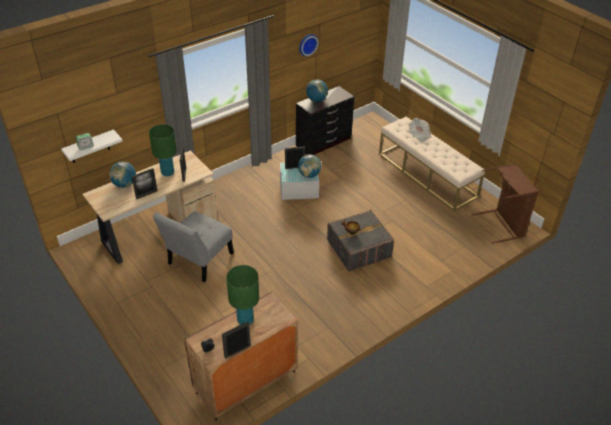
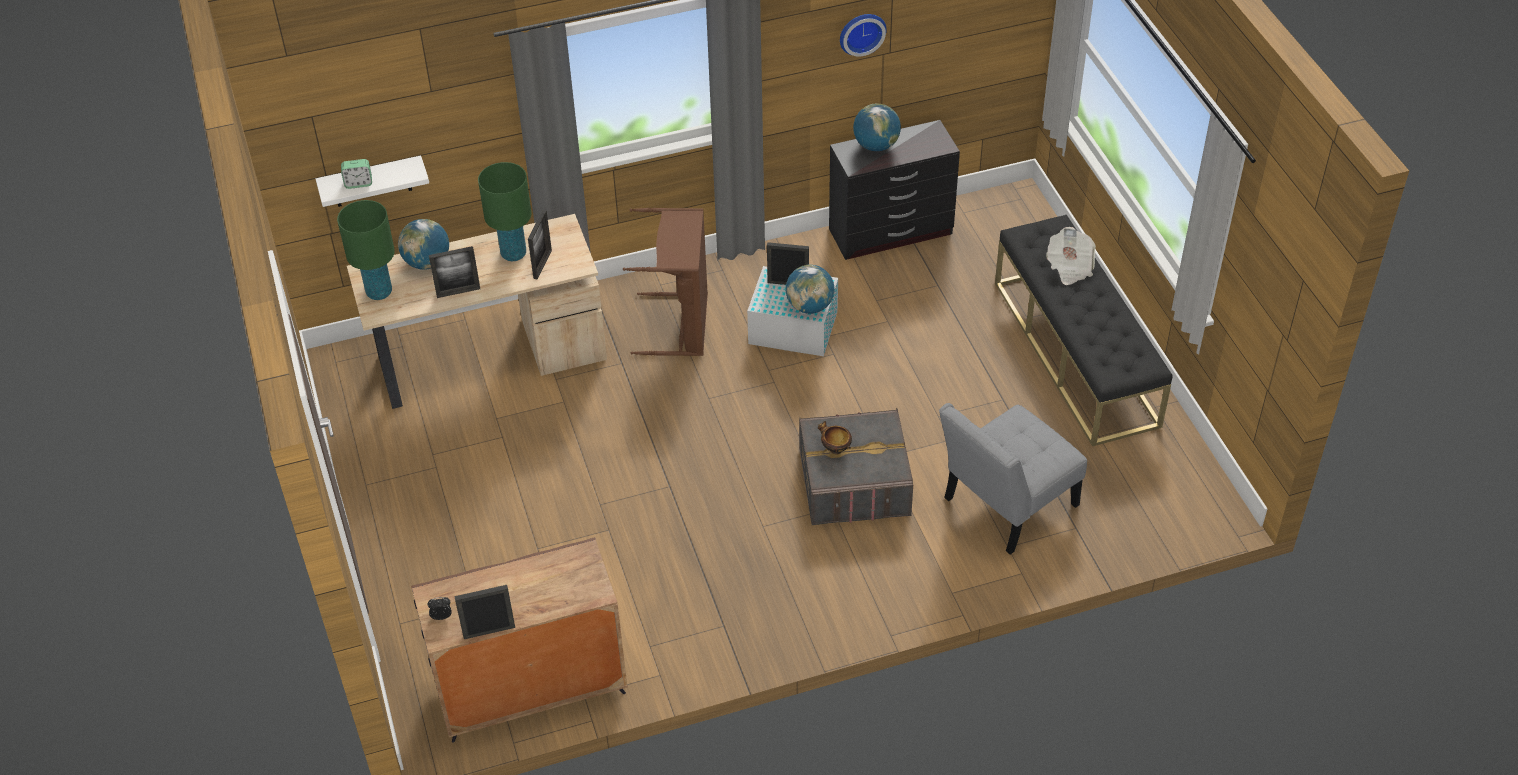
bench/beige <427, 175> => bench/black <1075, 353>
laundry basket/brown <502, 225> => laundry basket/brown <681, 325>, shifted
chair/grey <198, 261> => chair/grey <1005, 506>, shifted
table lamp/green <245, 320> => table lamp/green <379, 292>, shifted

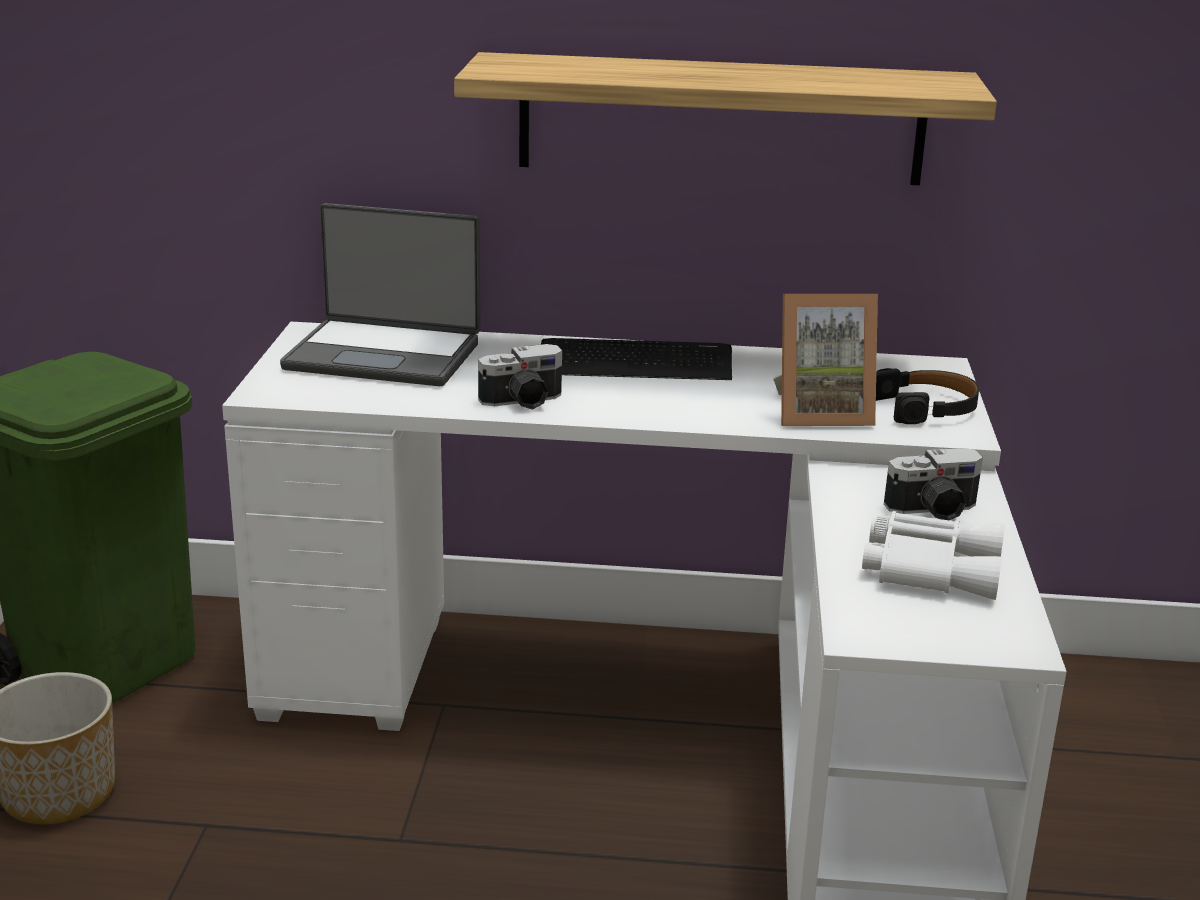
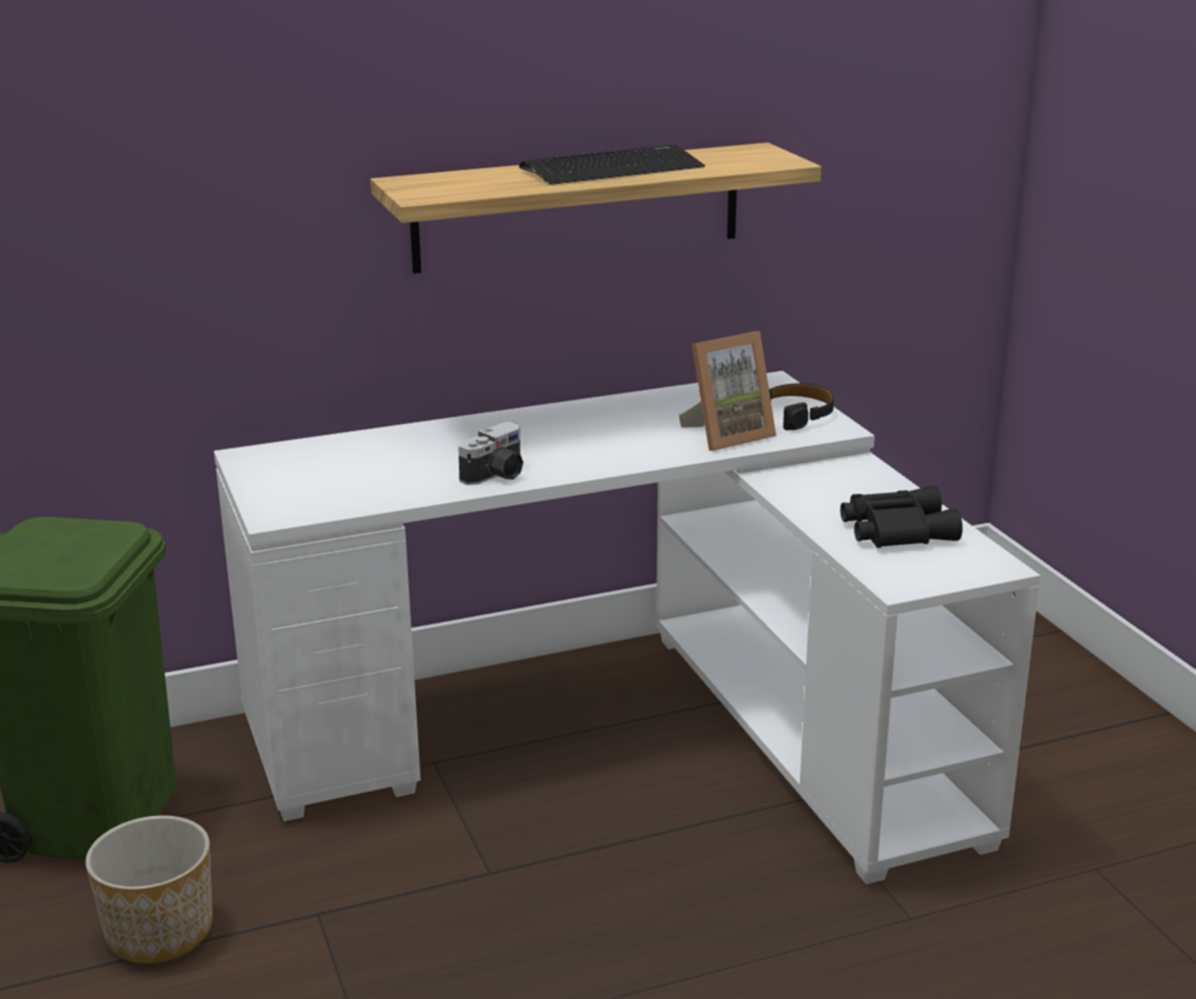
laptop <384, 355> => nothing
keyboard <636, 363> => keyboard <613, 169>, shifted
photo camera <934, 511> => nothing
binoculars/white <929, 567> => binoculars/black <895, 529>

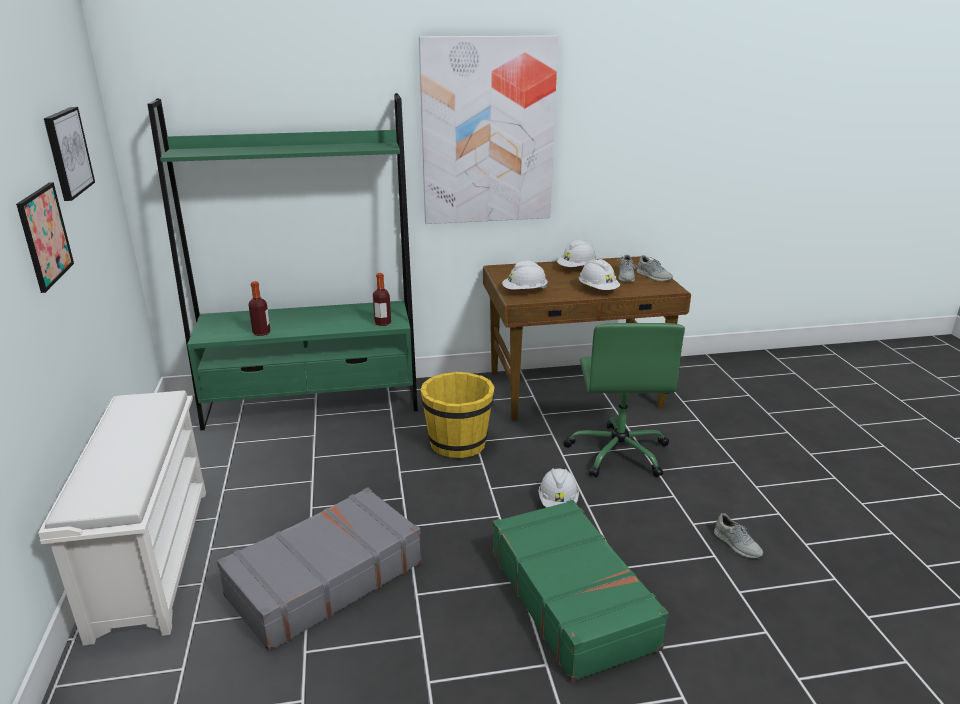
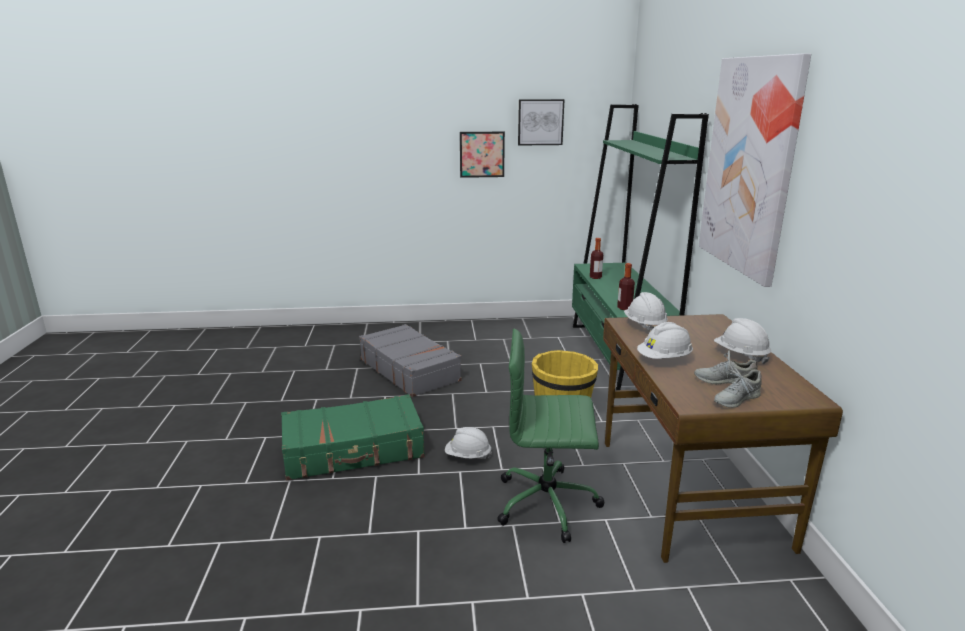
shoe rack/white <151, 557> => nothing
shoe/grey <737, 545> => nothing

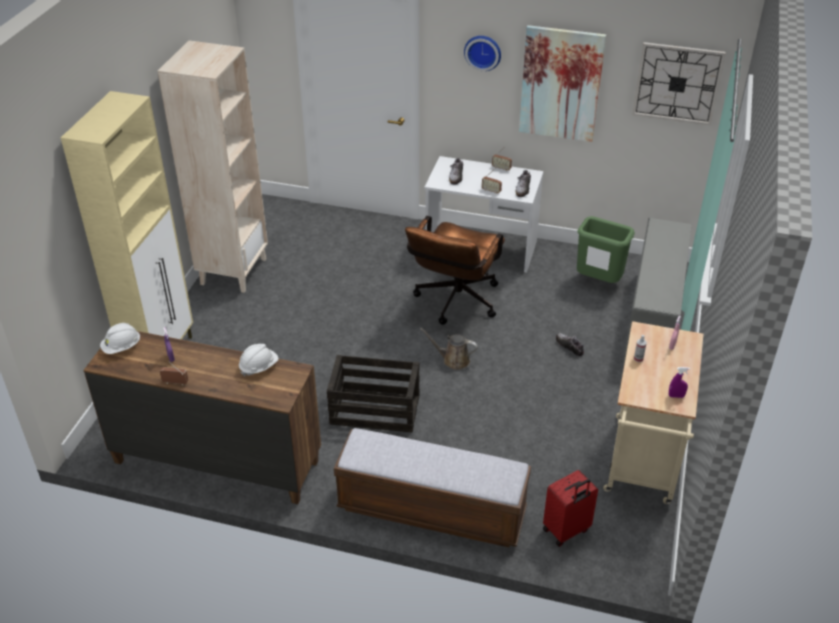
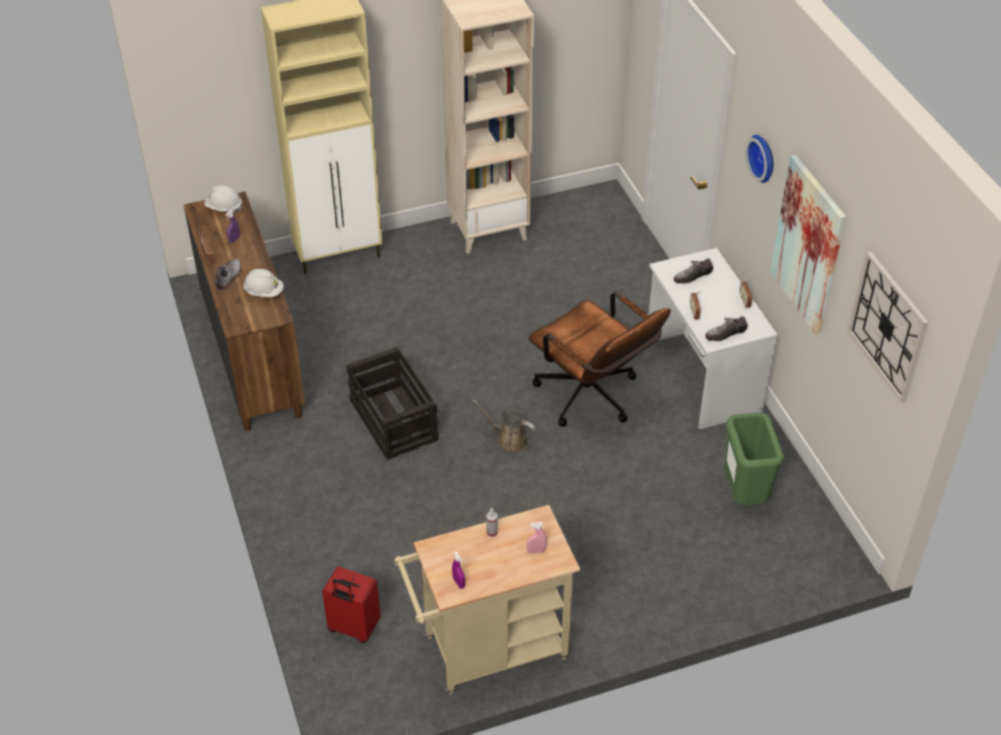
office chair/brown <454, 303> => office chair/brown <593, 399>, 120 degrees counterclockwise
shoe rack/grey <653, 319> => nothing
watering can/brown <453, 360> => watering can/brown <509, 439>, 45 degrees counterclockwise
shoe <569, 346> => shoe <229, 277>, shifted
bench <431, 510> => nothing

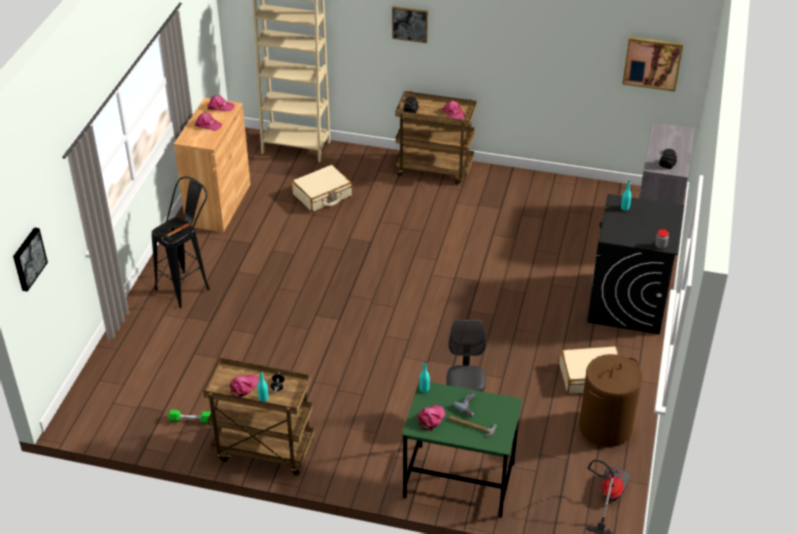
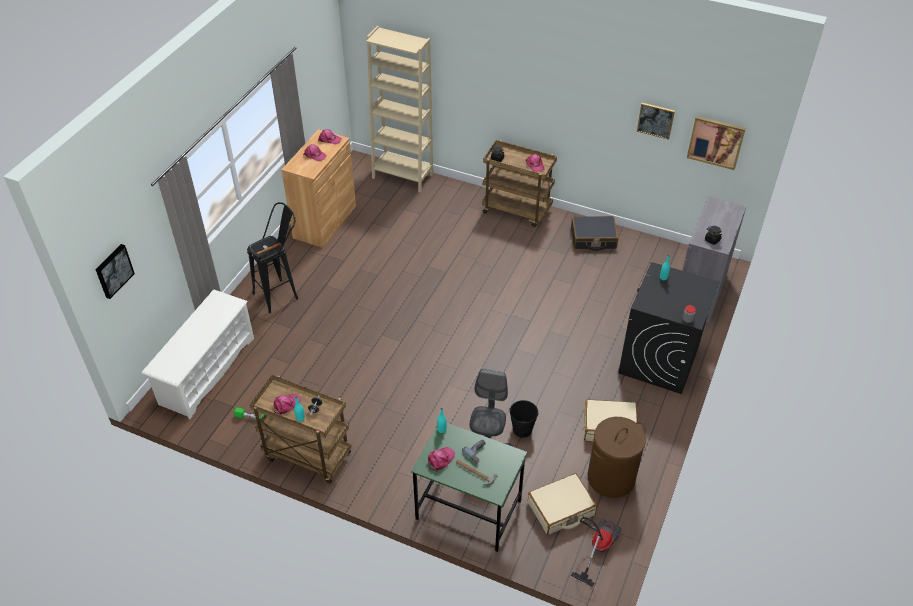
picture <410, 24> => picture <655, 120>, shifted
suitcase/beige <322, 195> => suitcase/beige <561, 509>, shifted
nothing => suitcase/black <593, 238>
nothing => shoe rack/white <207, 371>
nothing => bucket/black <522, 429>

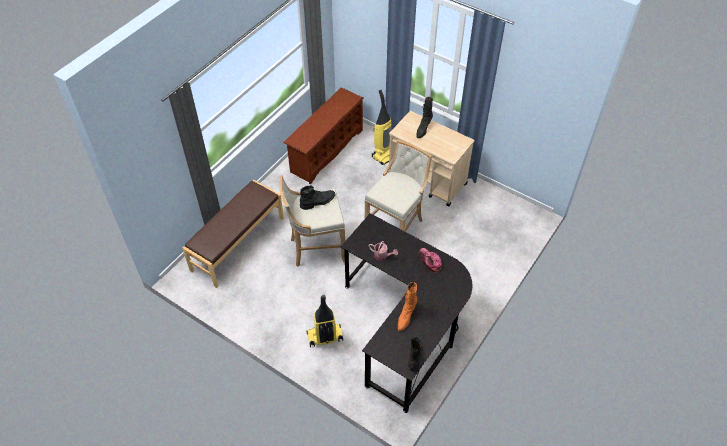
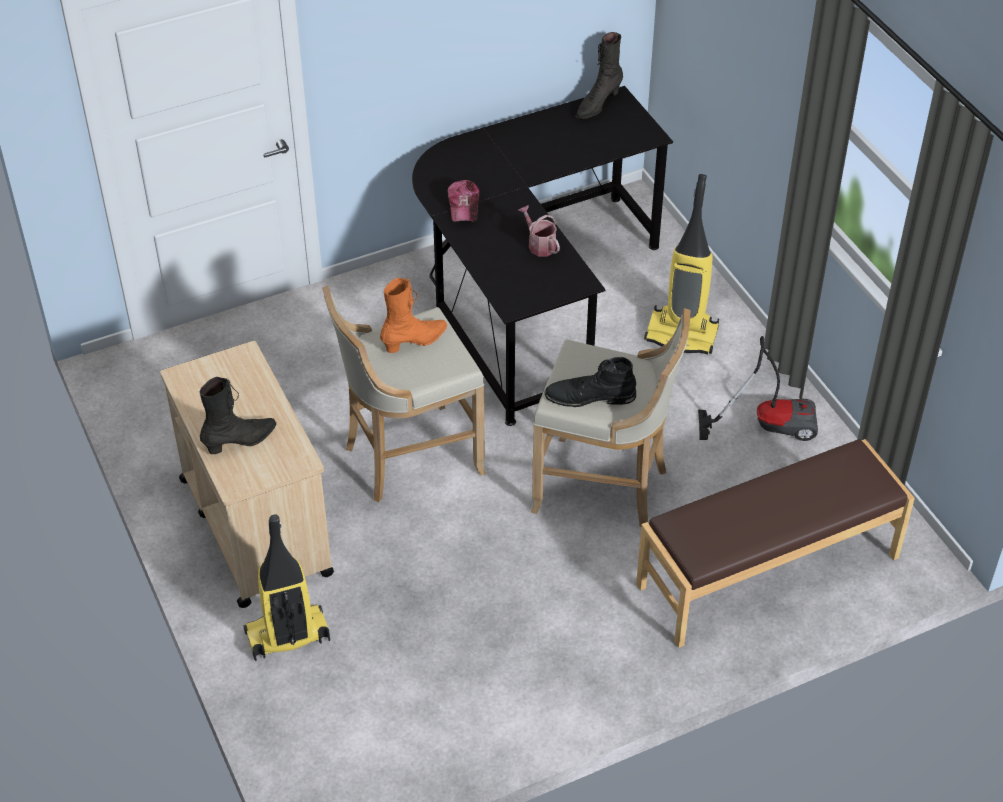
shoe rack/brown <326, 150> => nothing
boot/orange <406, 316> => boot/orange <415, 341>, shifted
nothing => vacuum cleaner <768, 423>

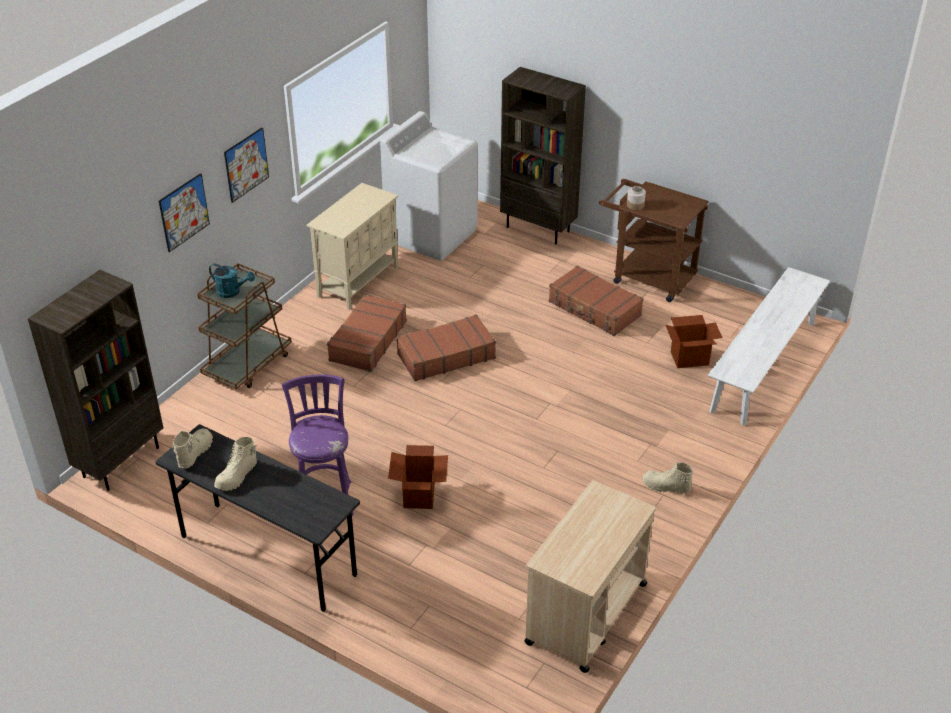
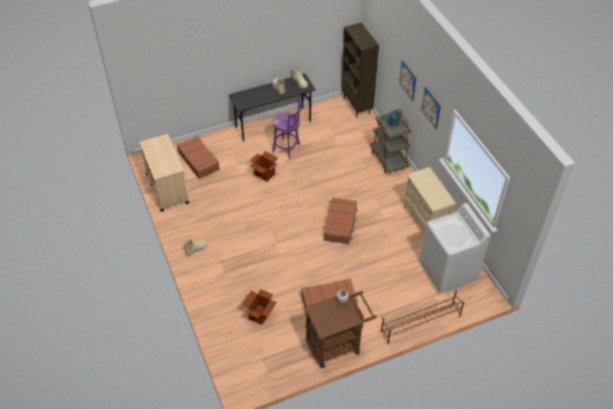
bookcase/brown <539, 229> => shoe rack/brown <420, 323>
bench/white <764, 366> => nothing
suitcase/brown <367, 341> => suitcase/brown <199, 161>, shifted

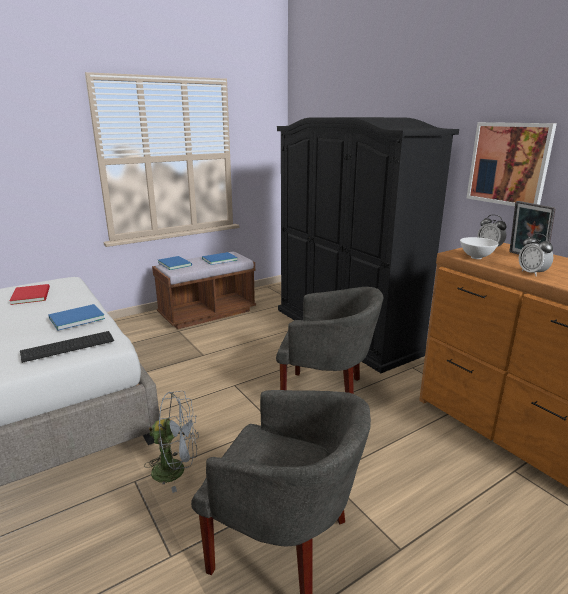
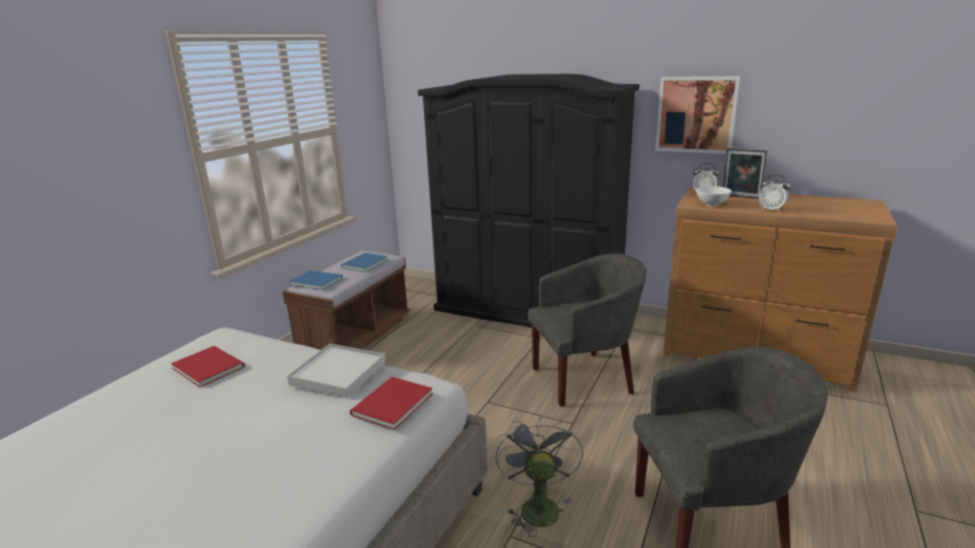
book/blue <75, 318> => tray/white <338, 373>
keyboard <66, 346> => book/red <390, 405>
fan/grey <176, 470> => fan/grey <537, 505>, 60 degrees counterclockwise

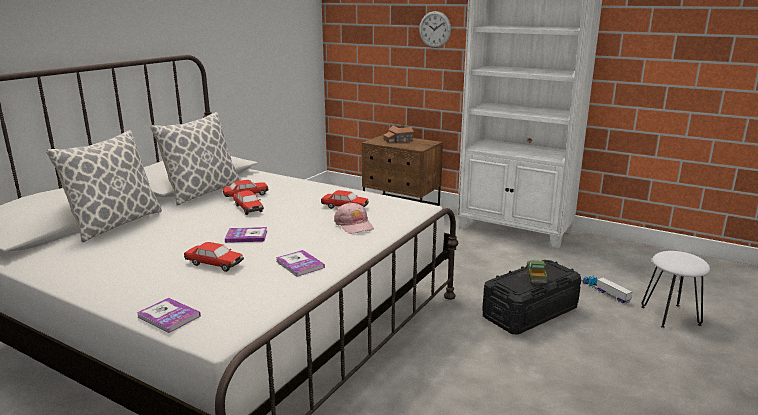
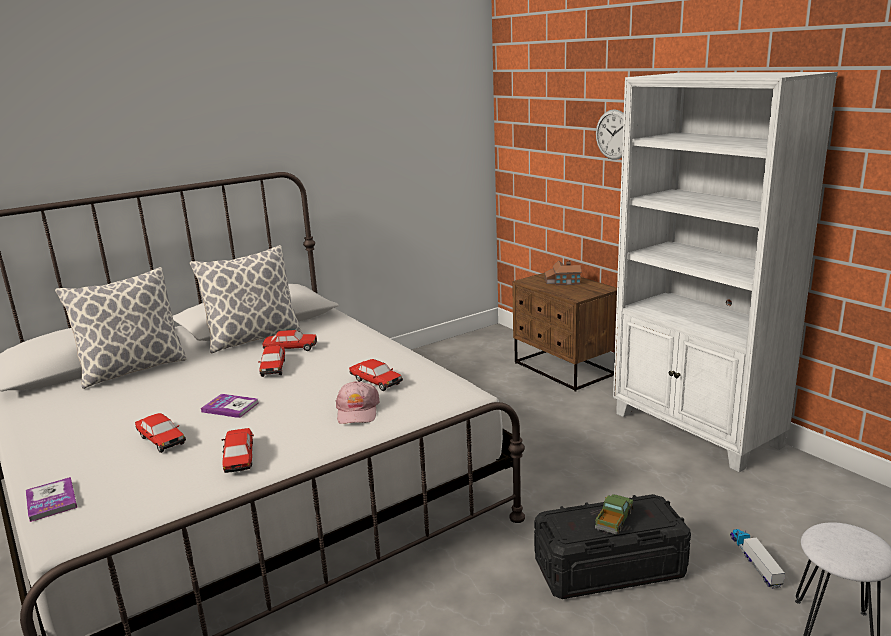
book <300, 264> => toy car <239, 458>

